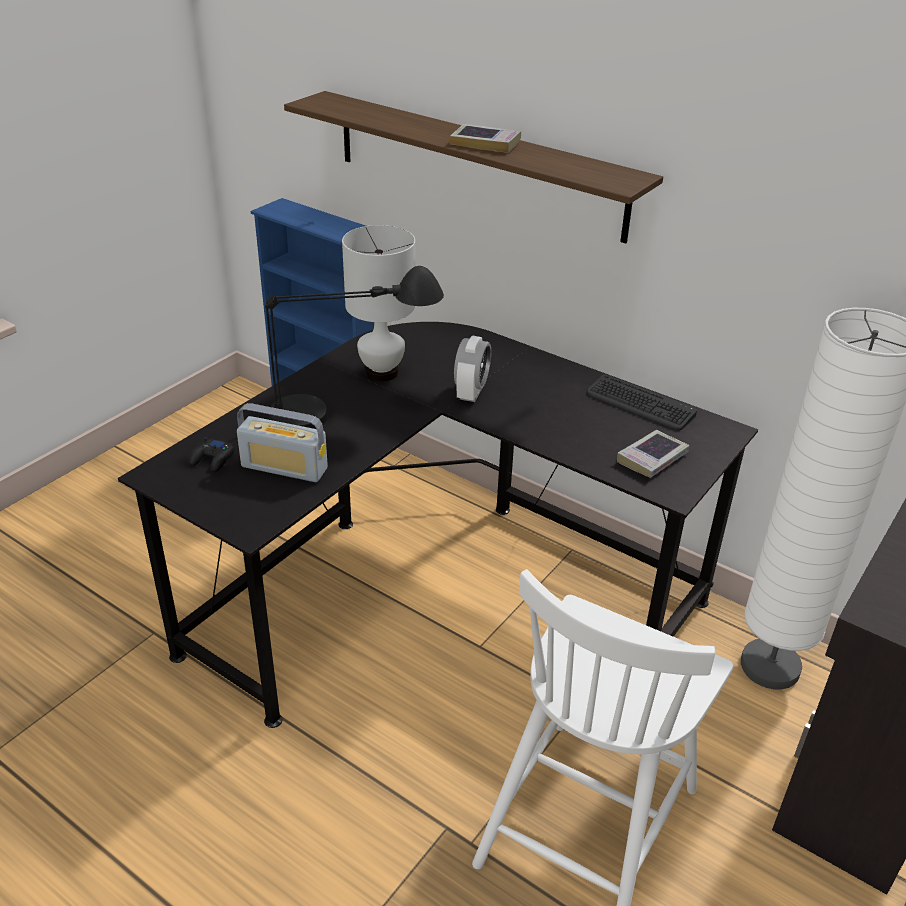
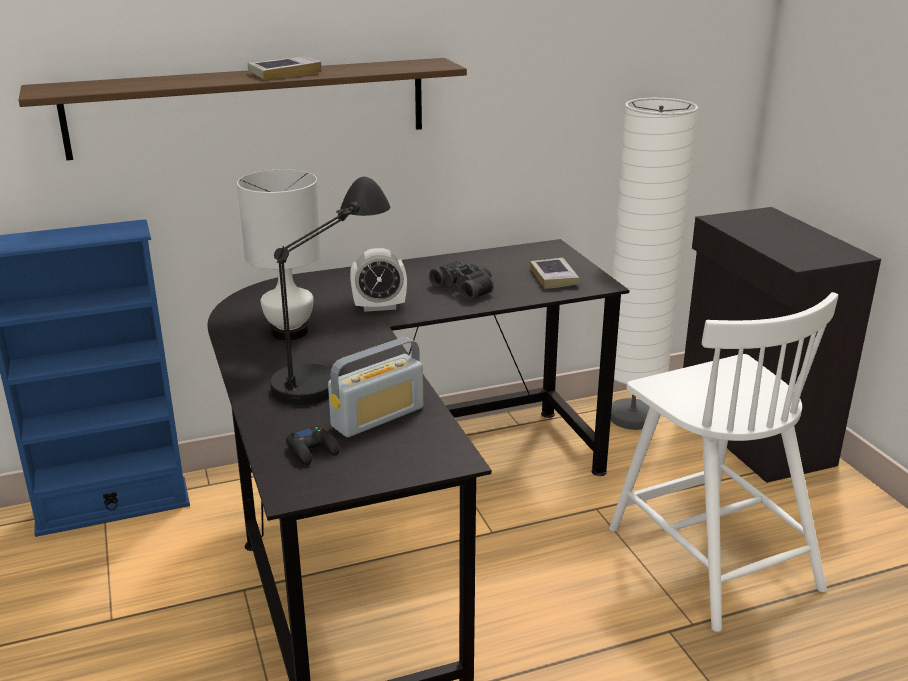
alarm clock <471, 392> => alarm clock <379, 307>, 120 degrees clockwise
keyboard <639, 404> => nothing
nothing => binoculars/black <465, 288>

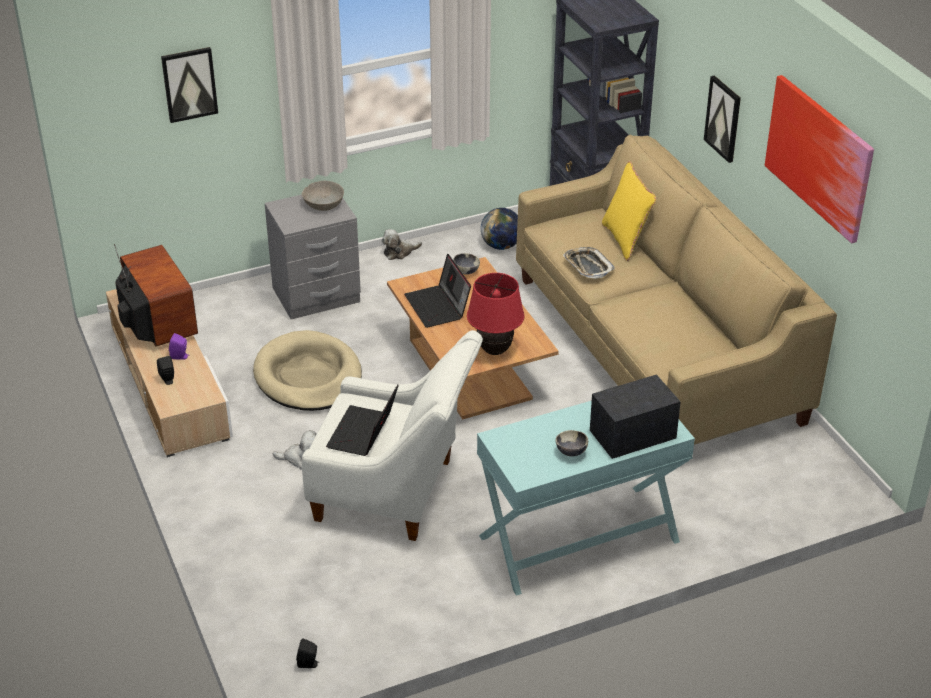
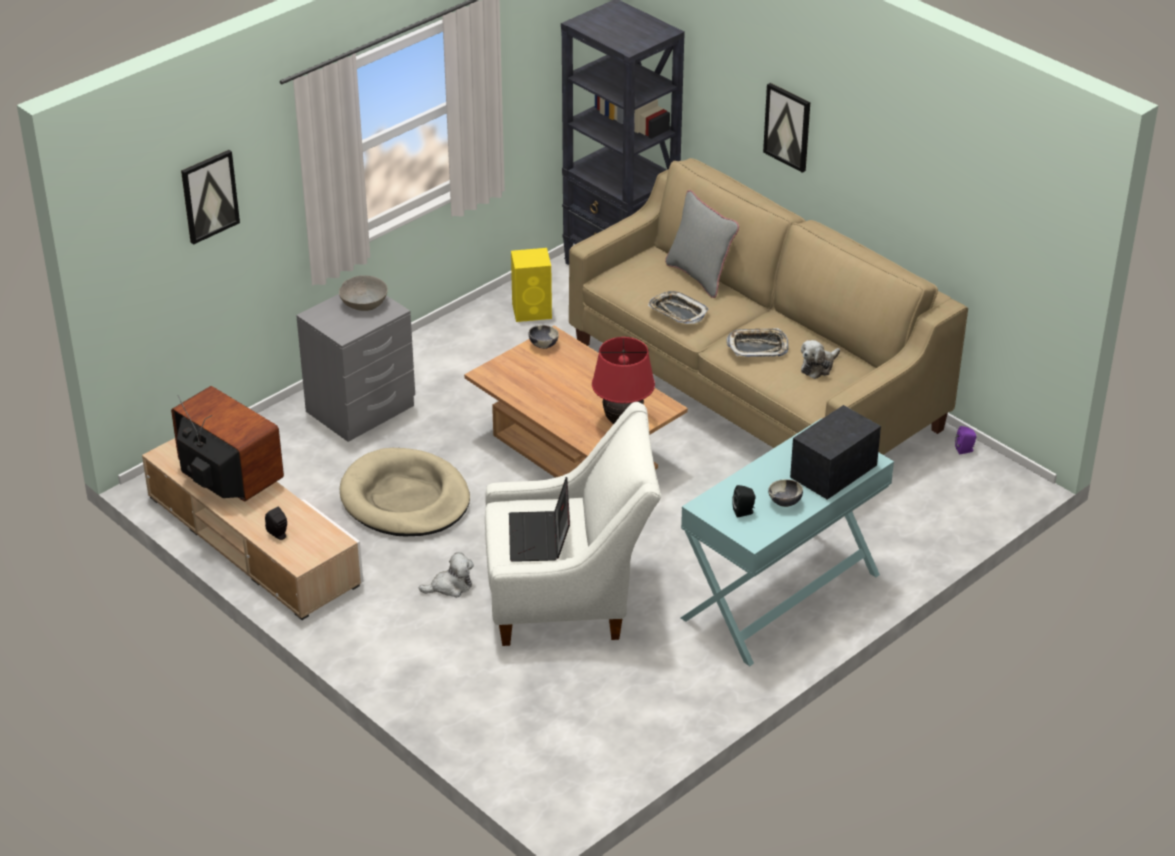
picture <819, 157> => nothing
pillow/yellow <625, 240> => pillow/grey <700, 276>
globe <501, 246> => speaker/yellow <533, 311>
plush toy <399, 252> => plush toy <818, 367>, shifted
laptop <438, 307> => nothing
speaker/purple <180, 356> => speaker/purple <965, 450>, shifted
speaker/black <309, 664> => speaker/black <744, 512>, shifted
nothing => tray <758, 347>

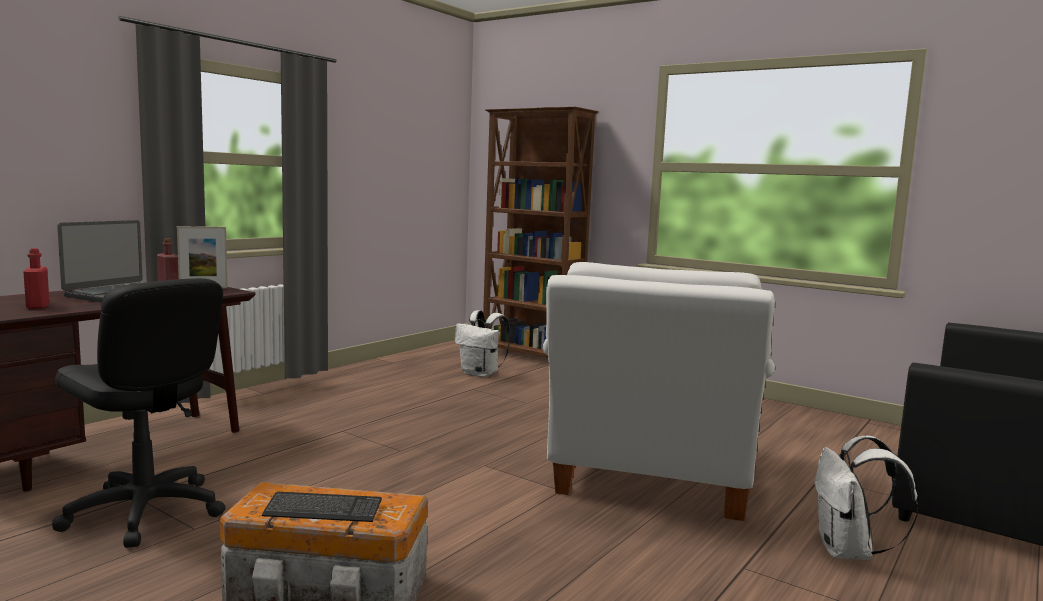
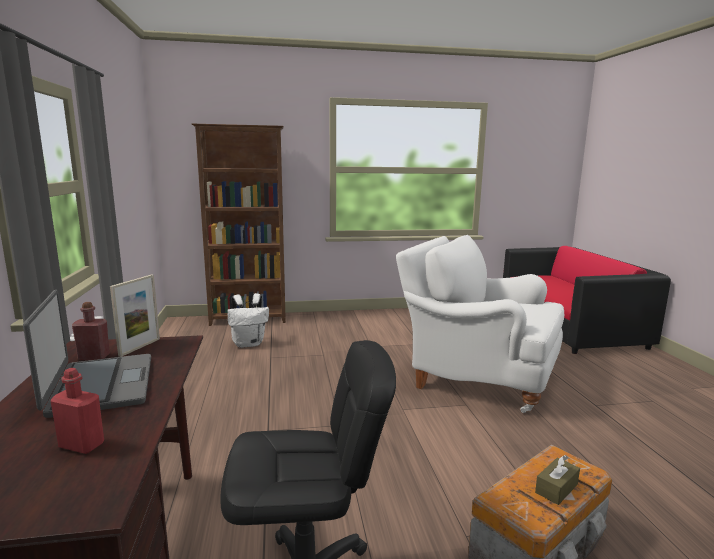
armchair/white <650, 478> => armchair/white <476, 376>, 150 degrees clockwise
backpack/white <848, 552> => nothing
keyboard <323, 510> => tissue box/brown <556, 488>

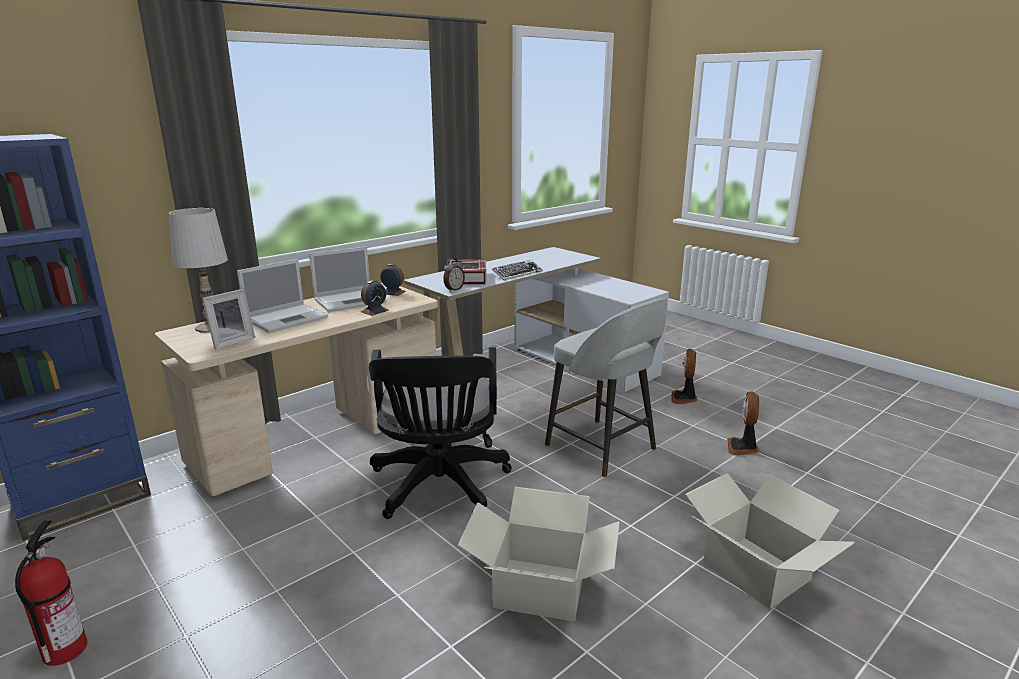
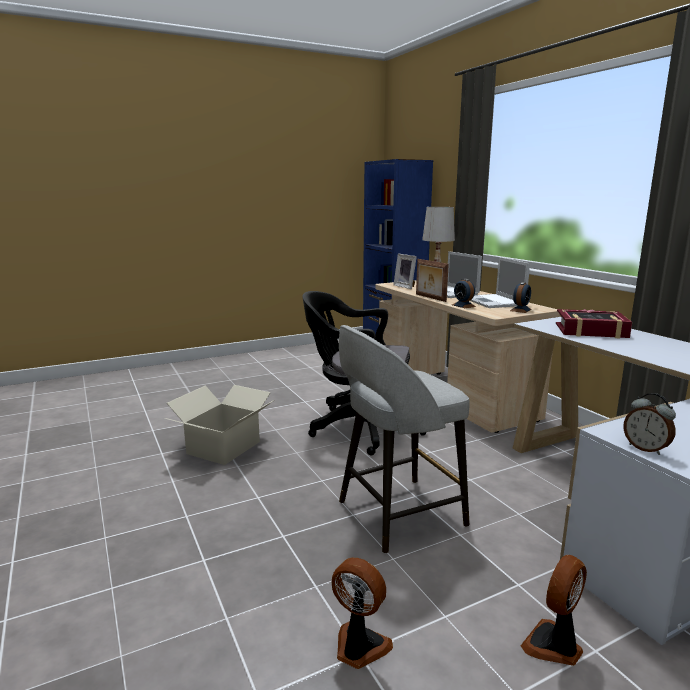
alarm clock <453, 289> => alarm clock <646, 448>, shifted
keyboard <517, 273> => nothing
fan <684, 398> => fan <554, 646>, 75 degrees counterclockwise
cardboard box <756, 570> => nothing
fire extinguisher <65, 649> => nothing
nothing => picture frame <430, 298>

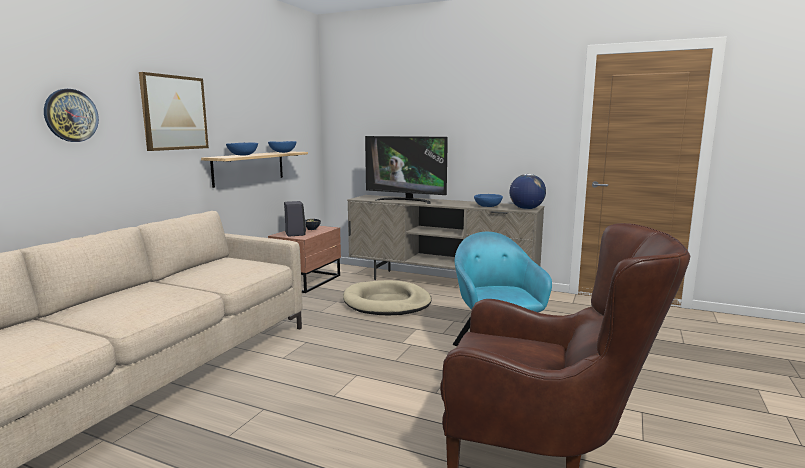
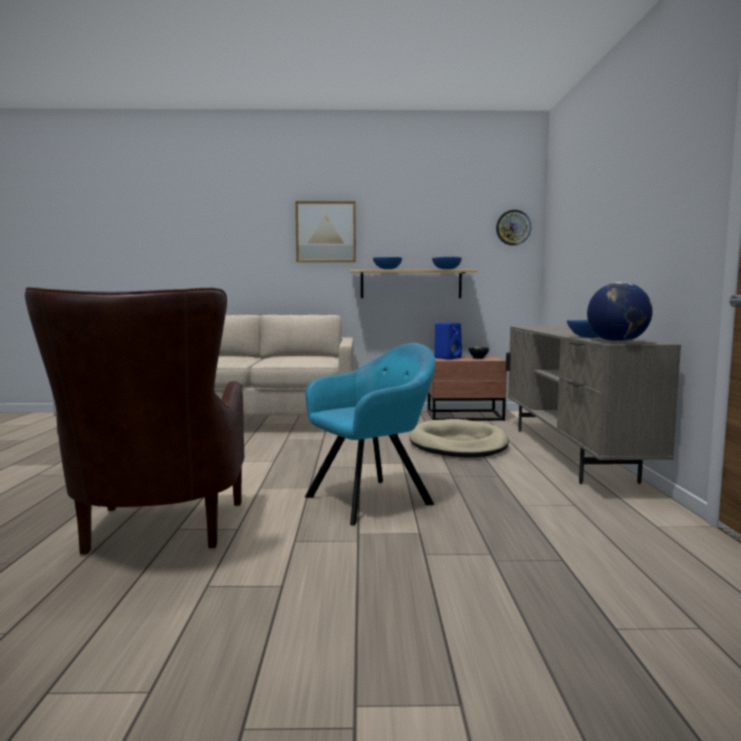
wall clock <71, 115> => wall clock <513, 227>, shifted
television <406, 201> => nothing
speaker/black <295, 234> => speaker/blue <448, 358>

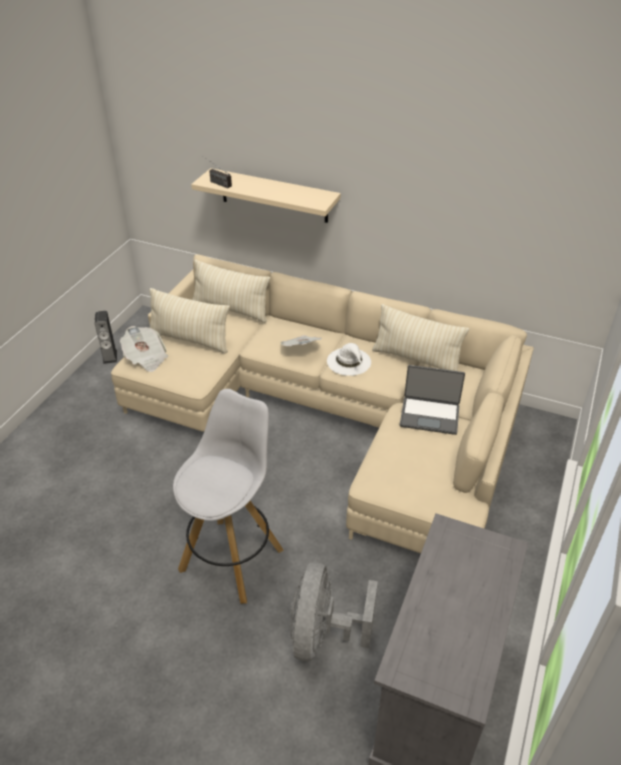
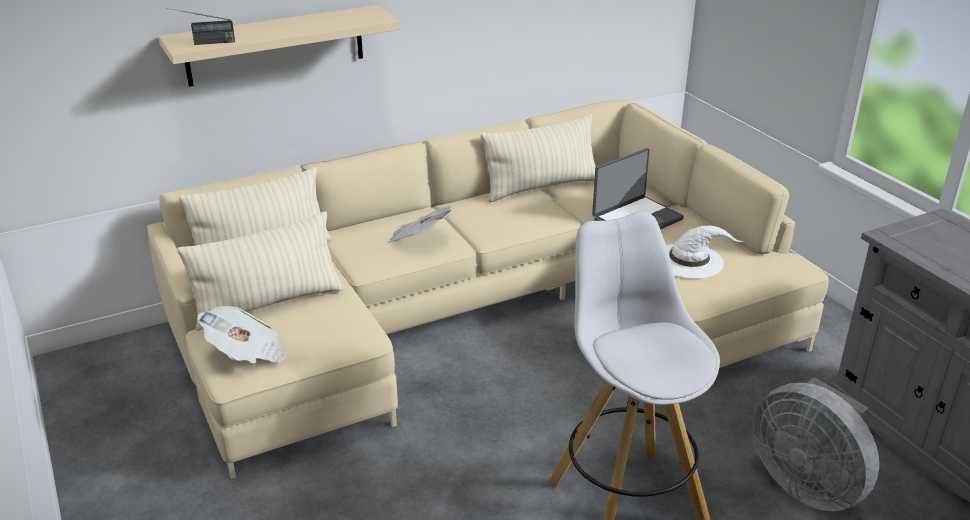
speaker <110, 356> => nothing
hat/white <349, 362> => hat/white <690, 260>, shifted

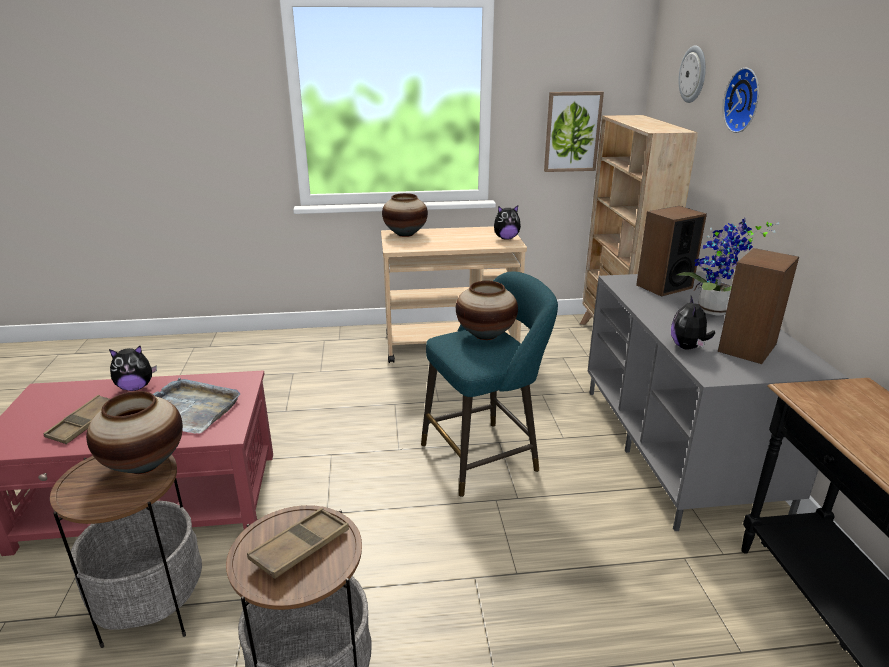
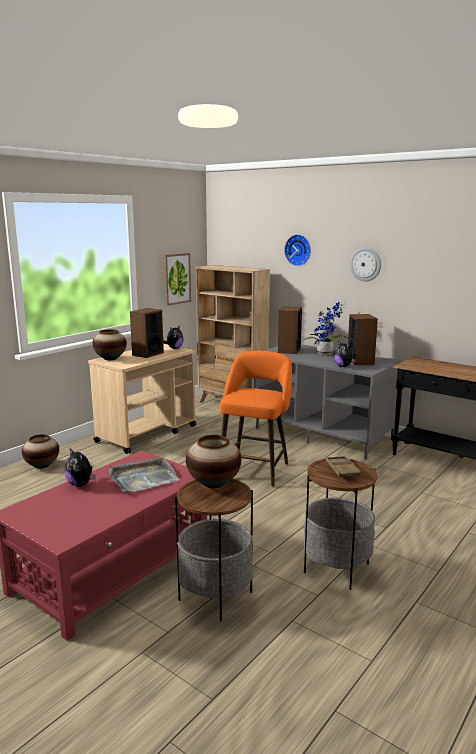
wall clock <693, 74> => wall clock <366, 264>, shifted
stool/turquoise <484, 456> => stool/orange <255, 469>
vase <485, 335> => vase <42, 465>, shifted
plush toy <136, 387> => plush toy <81, 484>, 105 degrees clockwise
tray/brown <84, 423> => nothing
nothing => speaker <147, 354>

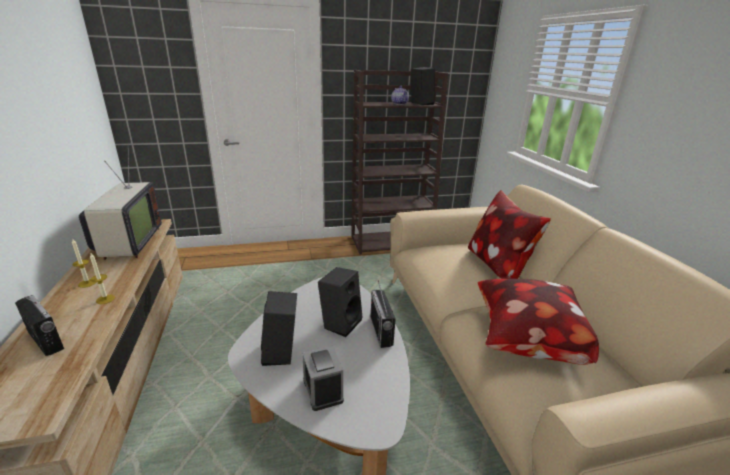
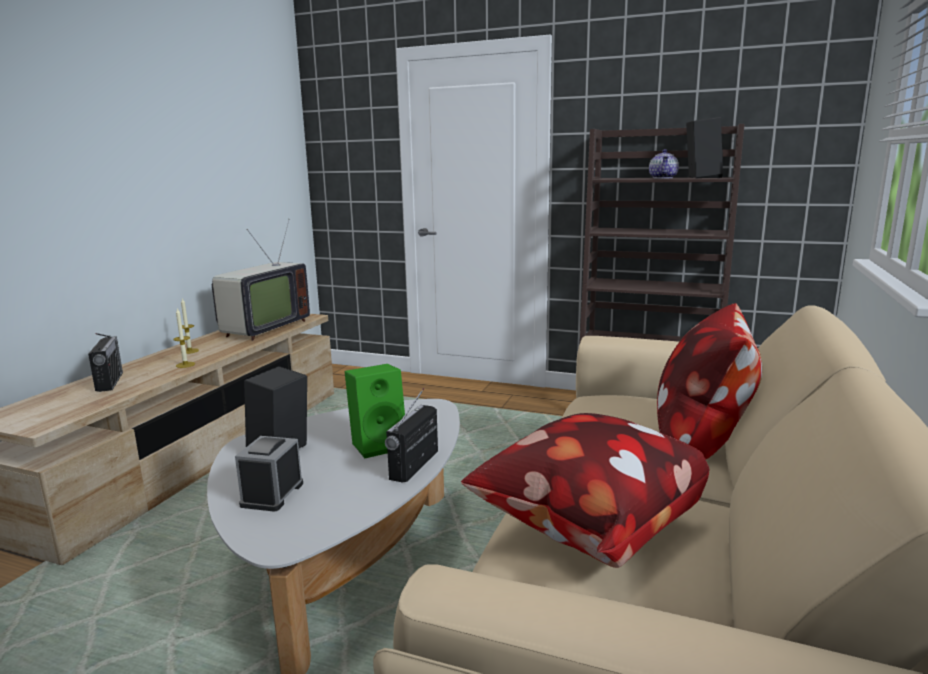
speaker/black <340, 322> => speaker/green <379, 444>

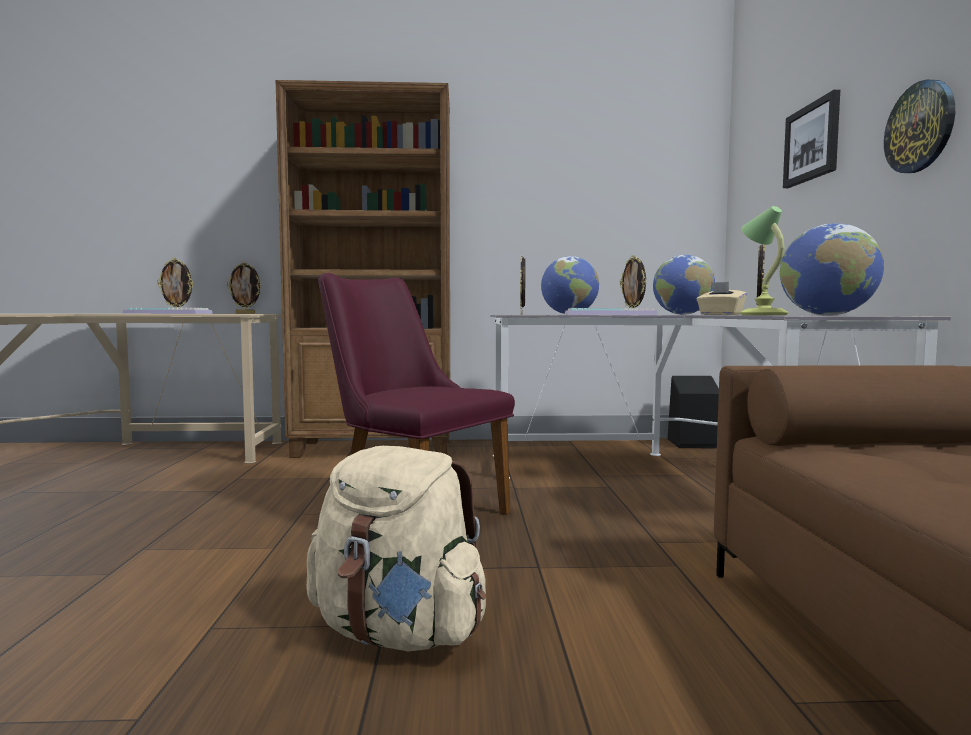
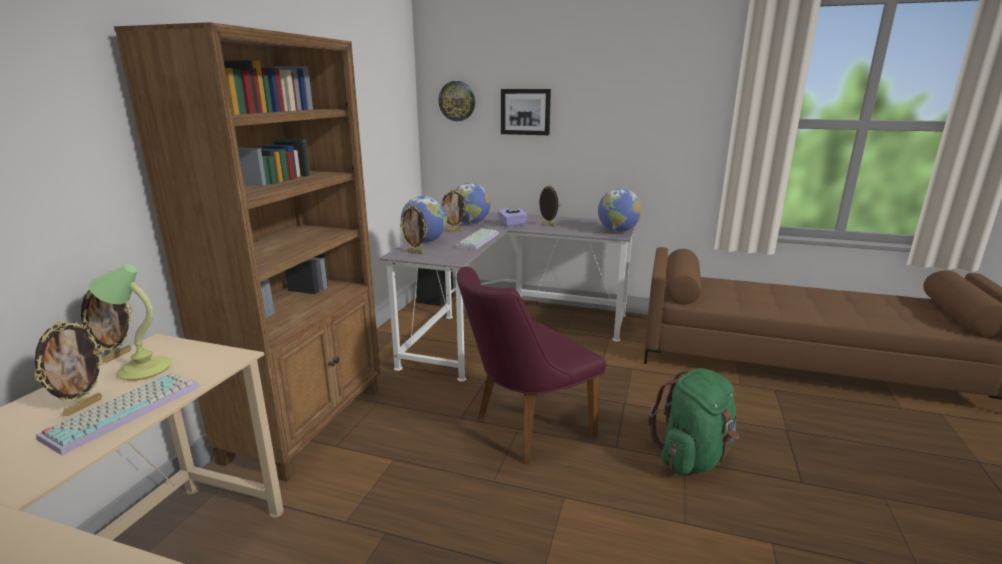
wall clock <920, 127> => wall clock <457, 101>, shifted
table lamp <762, 315> => table lamp <143, 369>, shifted
tissue box/beige <720, 314> => tissue box/purple <512, 224>
backpack/beige <398, 632> => backpack/green <693, 457>

